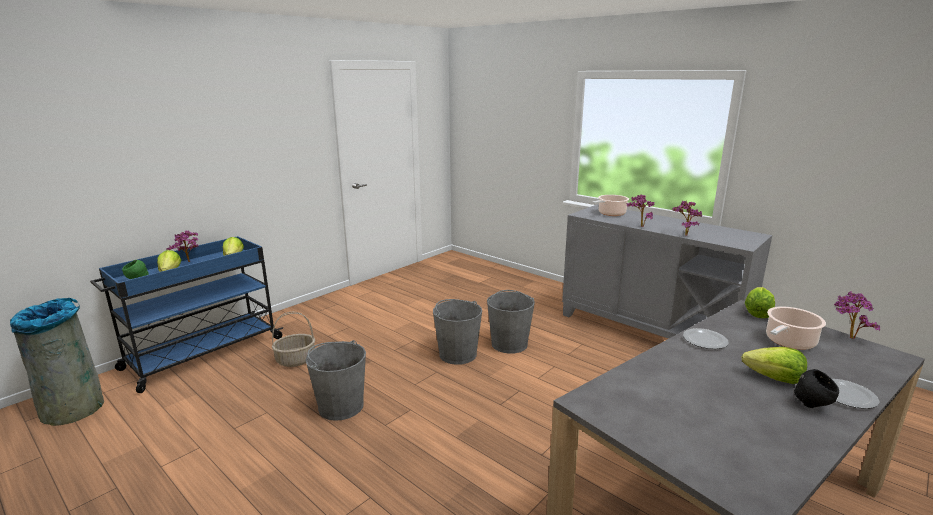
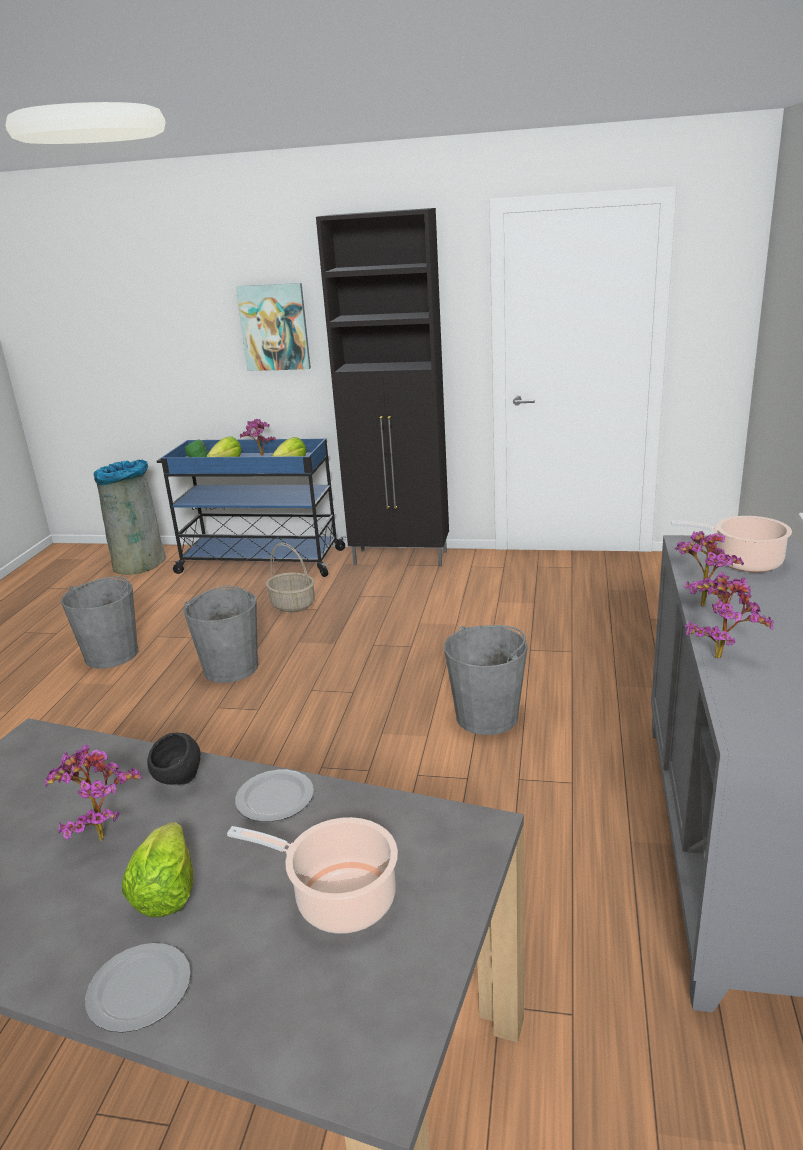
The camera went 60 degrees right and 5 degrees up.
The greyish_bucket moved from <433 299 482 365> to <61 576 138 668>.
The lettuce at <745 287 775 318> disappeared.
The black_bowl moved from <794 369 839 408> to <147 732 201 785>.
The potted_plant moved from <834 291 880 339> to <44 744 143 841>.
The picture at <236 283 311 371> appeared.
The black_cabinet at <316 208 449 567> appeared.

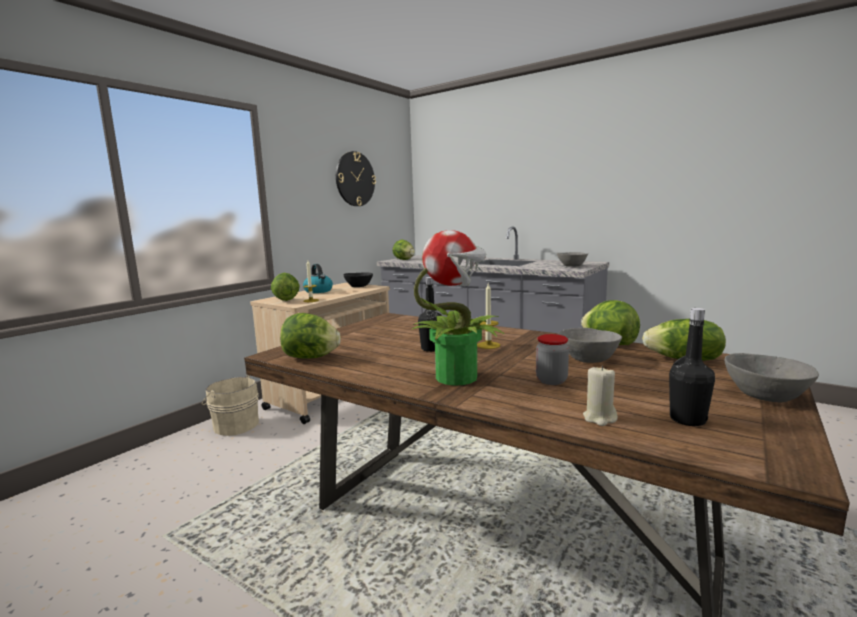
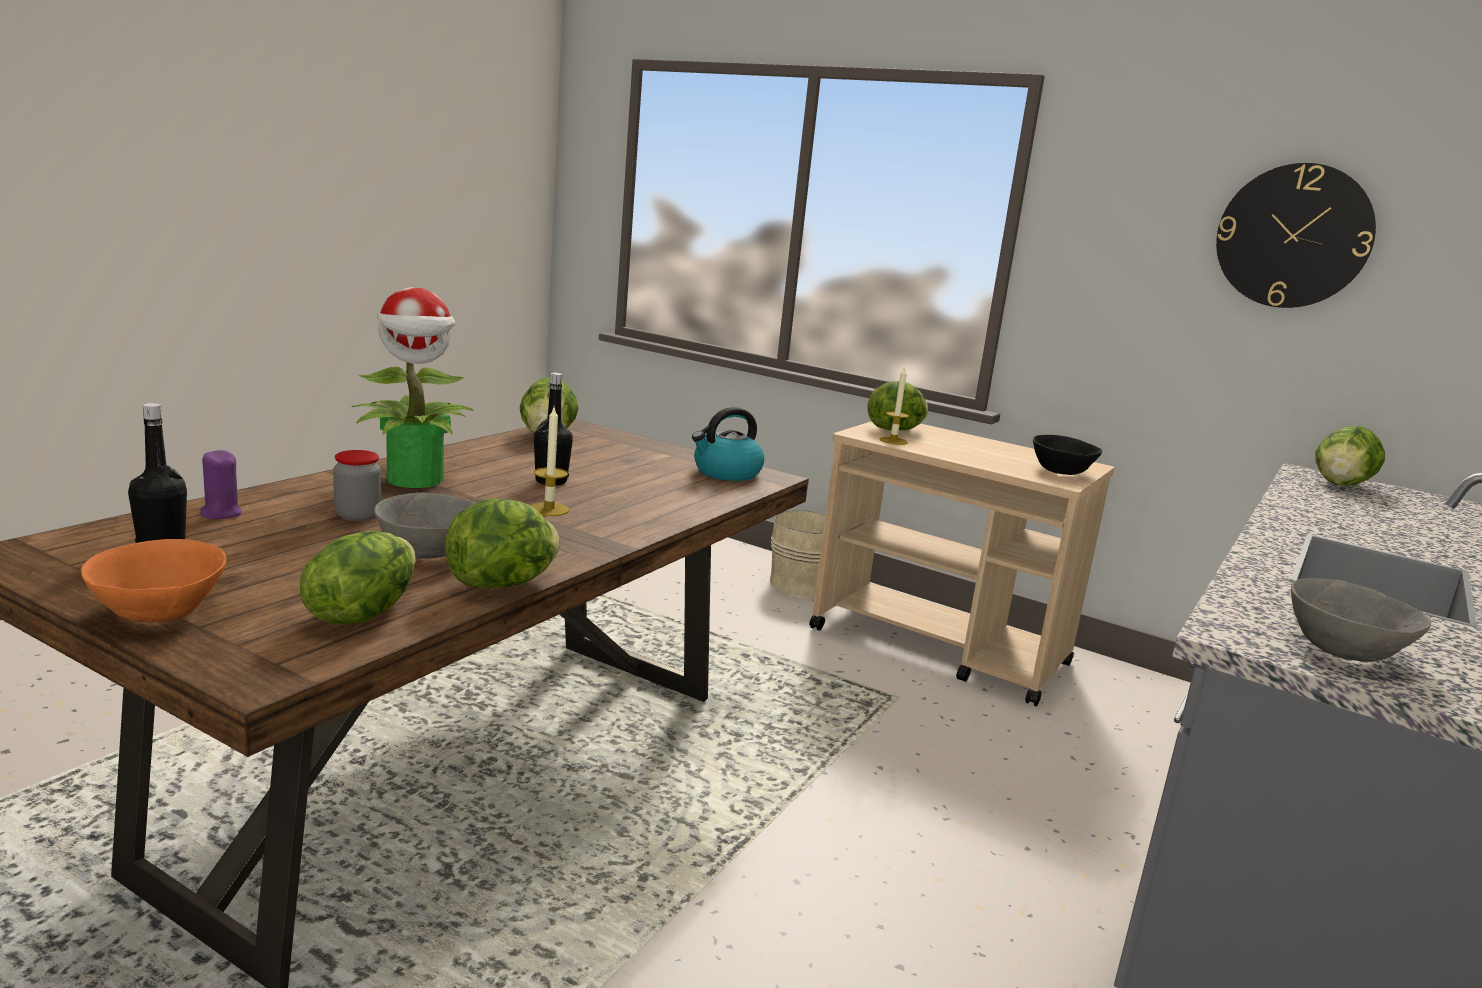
The camera went 85 degrees right and 5 degrees up.
The tea_kettle moved from <303 264 333 293> to <692 407 764 481>.
The beige-coloured_wax_candle at <583 365 618 426> became the purple-coloured_wax_candle at <200 450 242 519>.
The greyish_bowl at <725 353 819 402> became the orange-coloured_bowl at <81 539 226 622>.

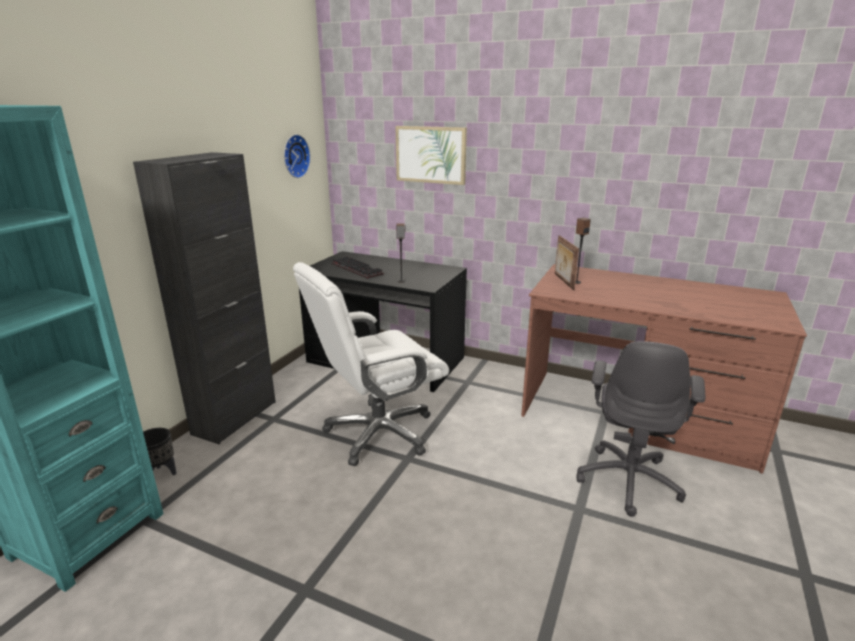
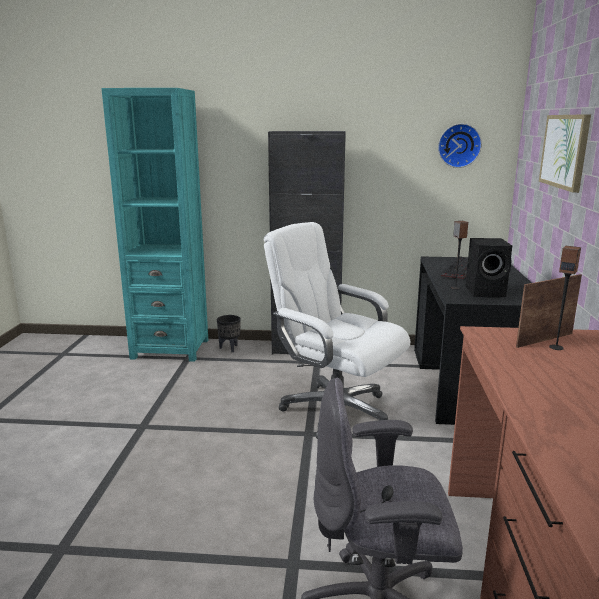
The camera went 70 degrees right and 5 degrees down.
The black_audio_speaker at <465 238 512 297> appeared.

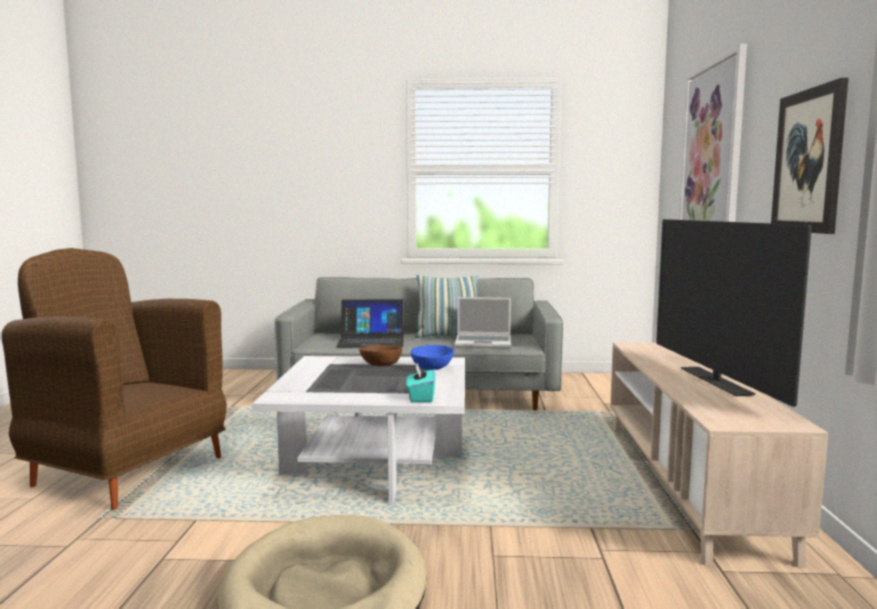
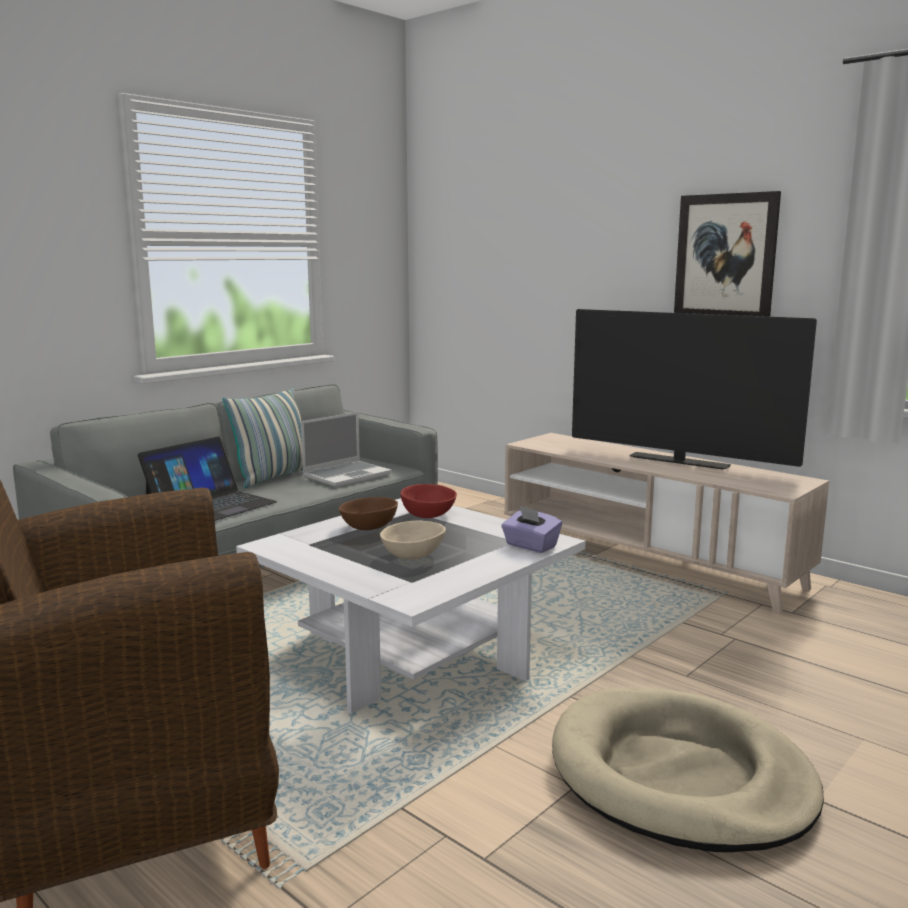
The camera went 50 degrees left and 5 degrees up.
The turquoise_box_of_tissues at <406 363 436 402> became the purple-coloured_box_of_tissues at <501 505 562 553>.
The blue-coloured_bowl at <411 345 454 370> became the red_bowl at <400 484 457 518>.
The picture at <679 43 747 222> disappeared.
The beige-coloured_bowl at <380 520 446 560> appeared.

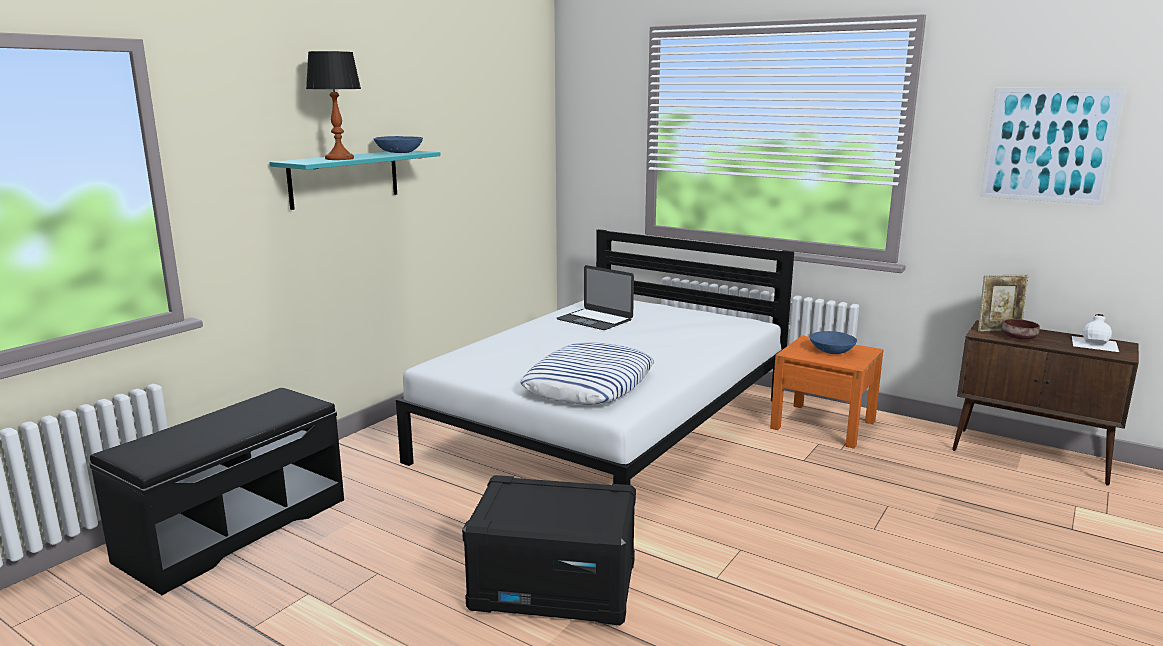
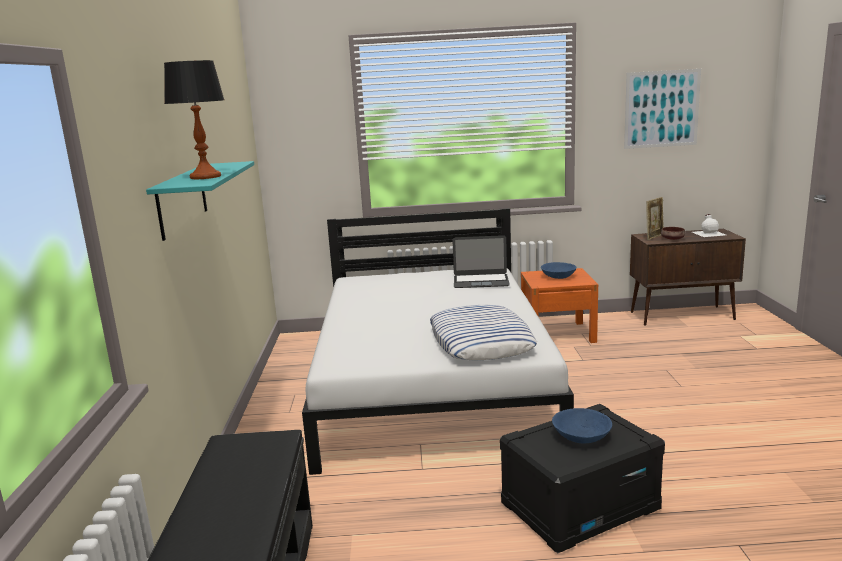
The camera went 35 degrees left and 0 degrees up.
The blue-coloured_bowl moved from <374 136 423 153> to <552 408 612 443>.
The portable_computer moved from <557 265 634 330> to <452 235 510 288>.

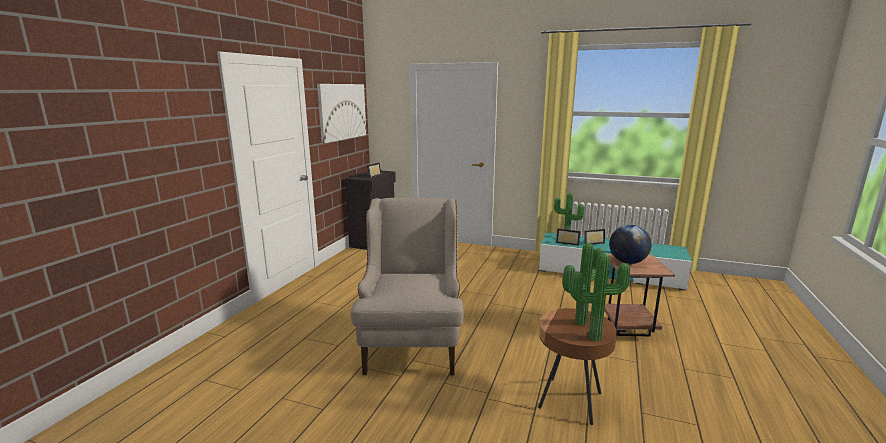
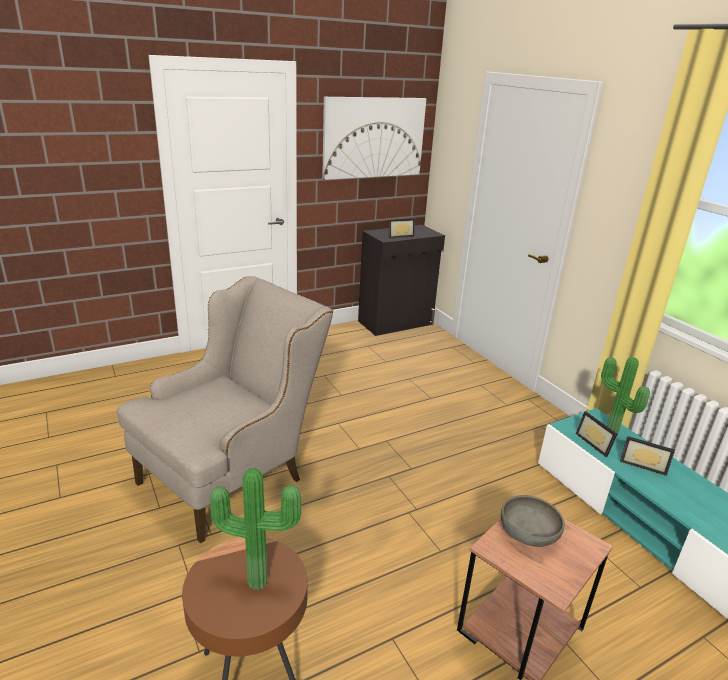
The camera went 40 degrees right and 10 degrees up.
The potted_plant at <570 254 630 341> disappeared.
The world_globe at <609 225 652 264> was replaced by the greyish_bowl at <501 495 564 547>.

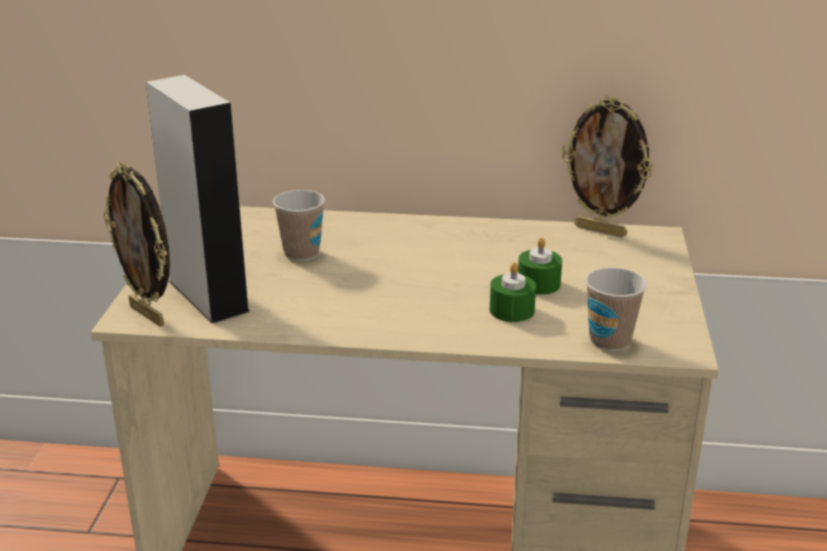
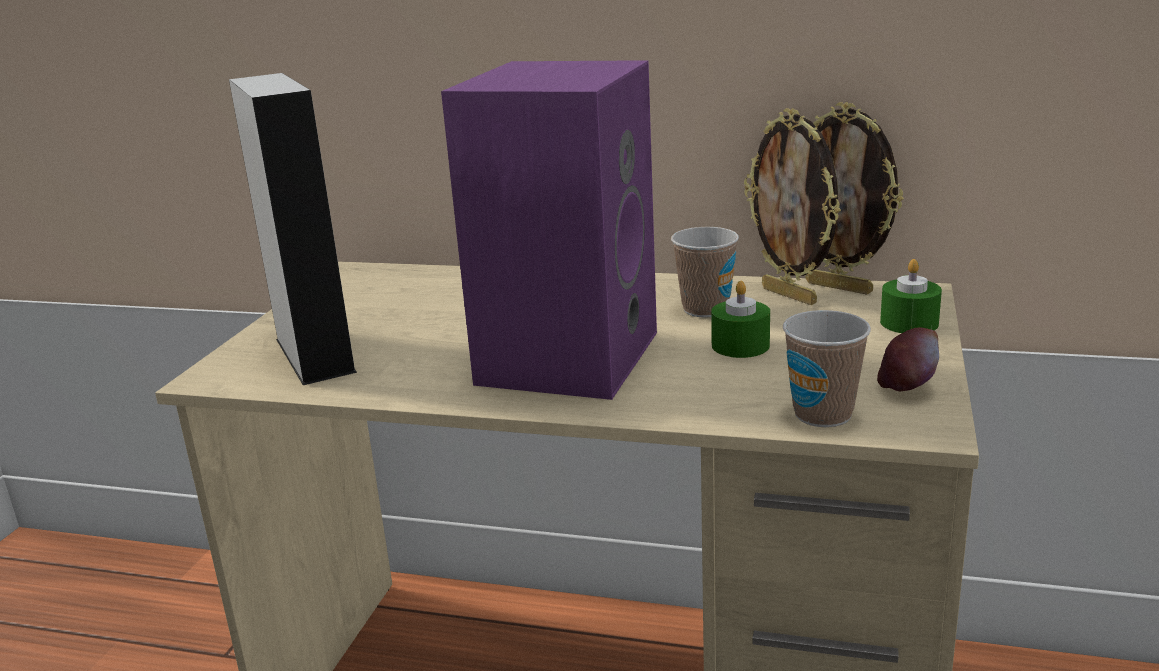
The camera went 10 degrees right and 5 degrees down.
The standing_frame moved from <104 162 170 327> to <744 108 841 305>.
The small_cup moved from <273 190 325 261> to <671 227 739 318>.
The green-coloured_wax_candle moved from <490 262 536 322> to <880 259 942 333>.
The purple-coloured_audio_speaker at <441 60 657 400> appeared.
The whole_apple at <877 328 939 391> appeared.

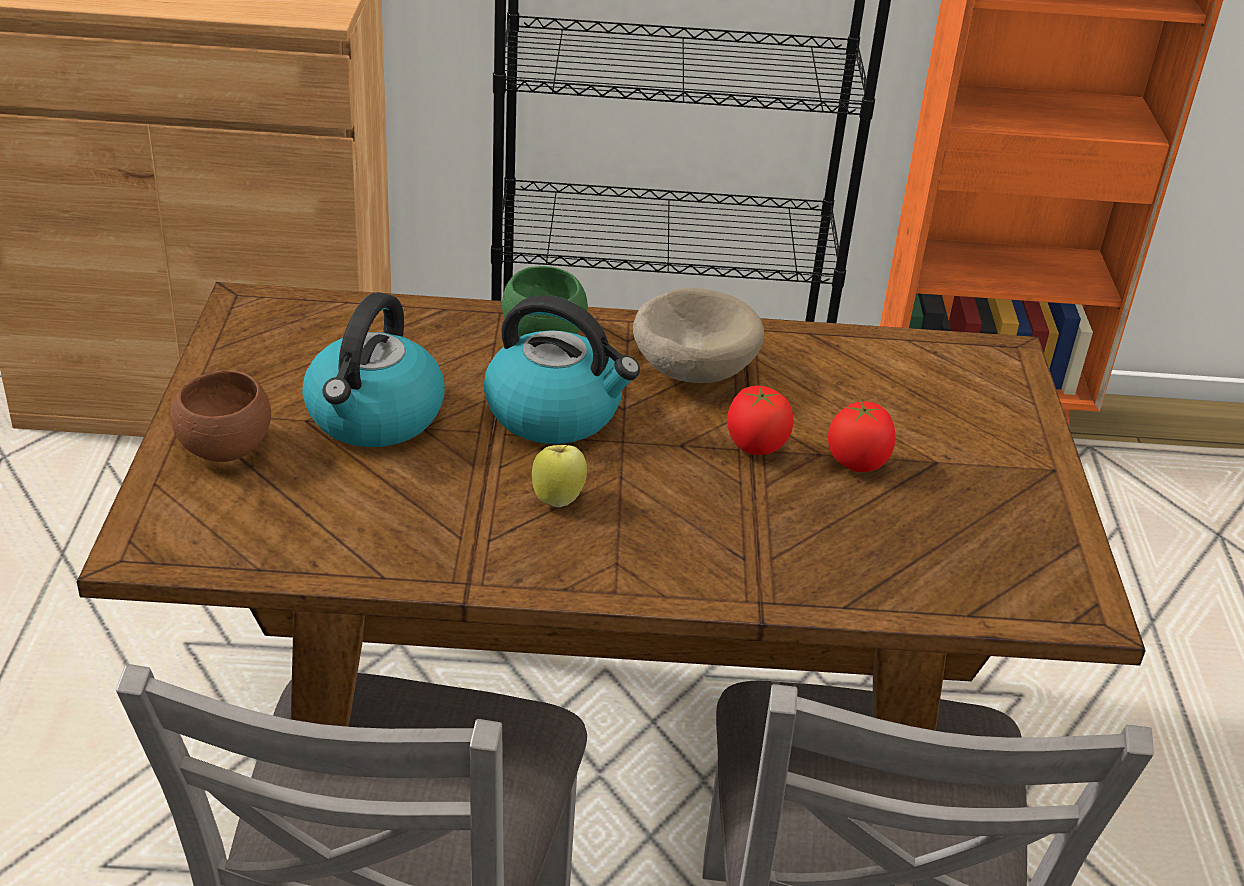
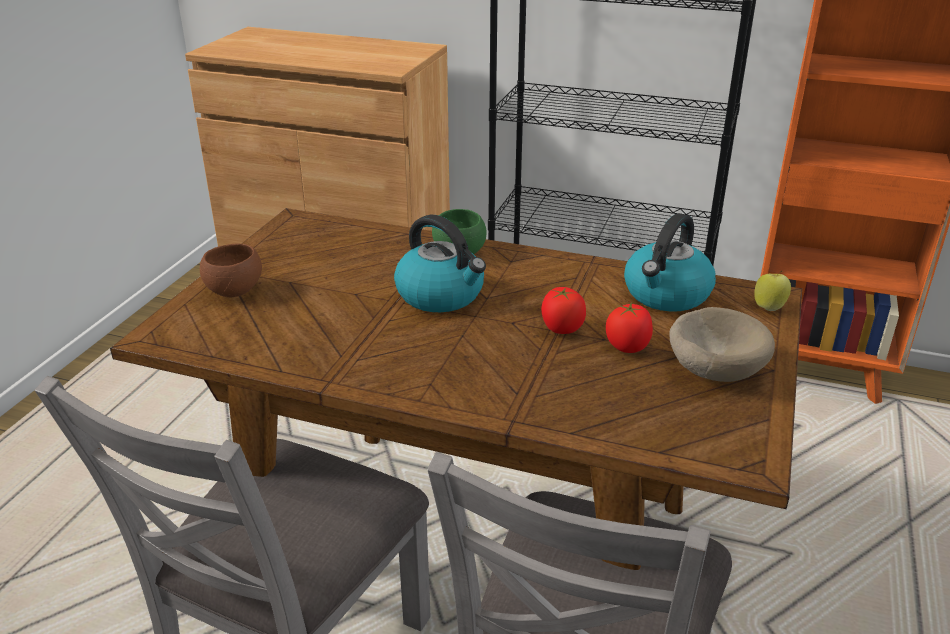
The camera went 20 degrees right and 5 degrees down.
The tea_kettle moved from <302 292 445 447> to <624 213 716 311>.
The whole_apple moved from <532 444 587 507> to <754 271 791 311>.
The beige-coloured_bowl moved from <633 288 764 383> to <669 307 775 382>.

